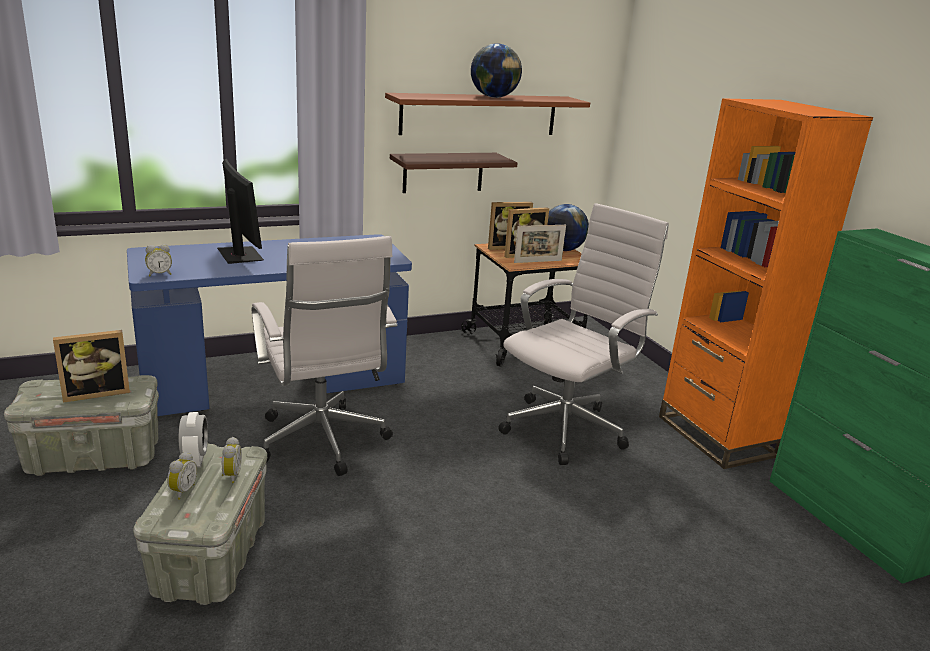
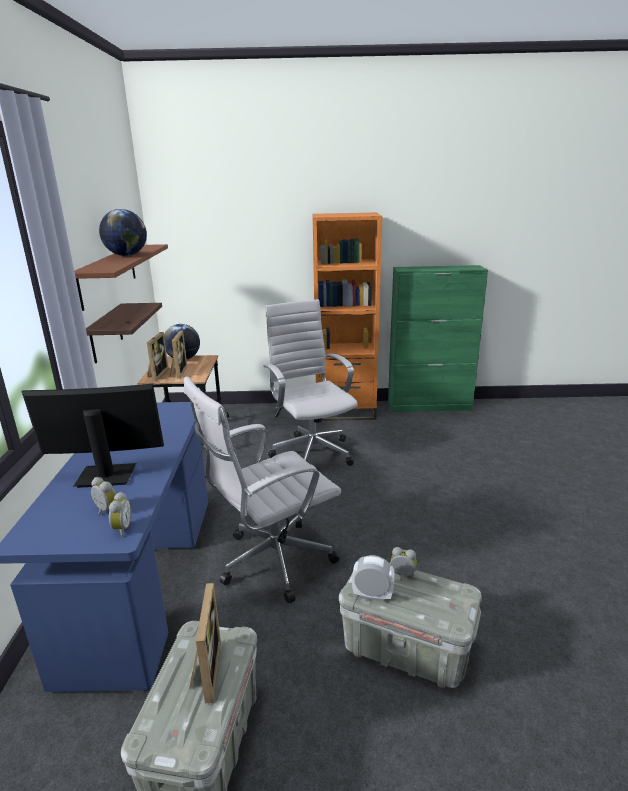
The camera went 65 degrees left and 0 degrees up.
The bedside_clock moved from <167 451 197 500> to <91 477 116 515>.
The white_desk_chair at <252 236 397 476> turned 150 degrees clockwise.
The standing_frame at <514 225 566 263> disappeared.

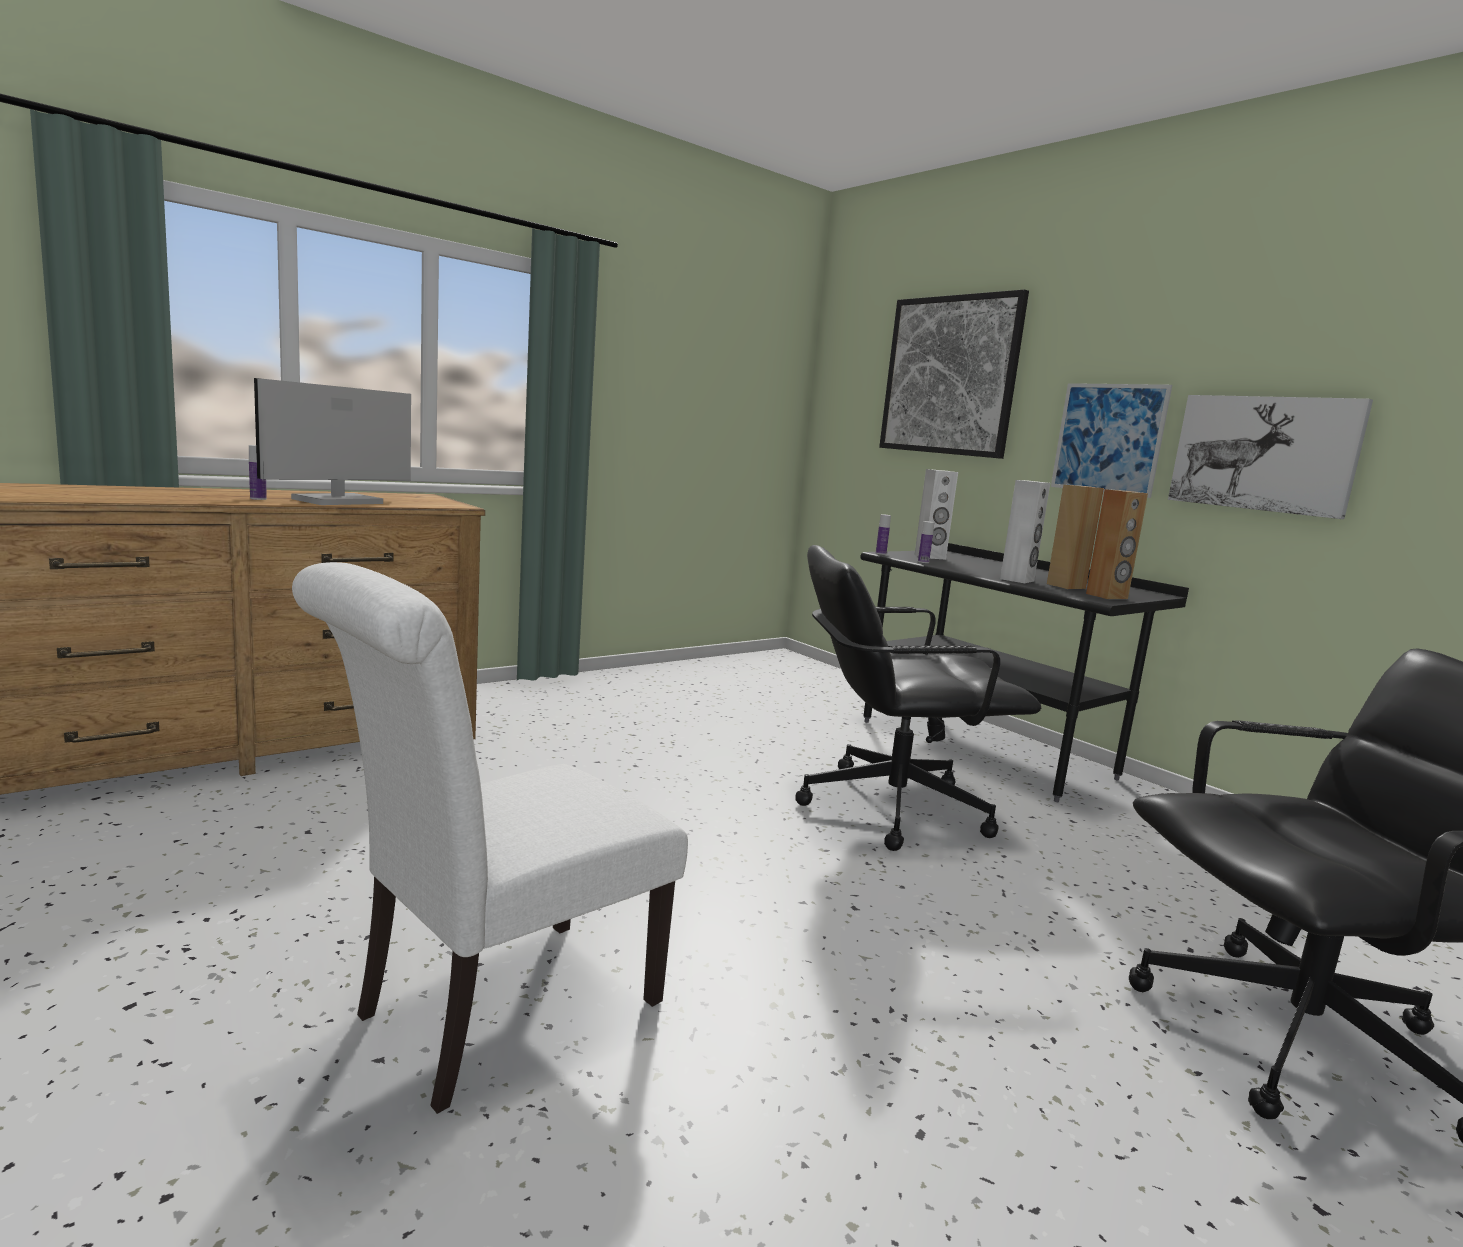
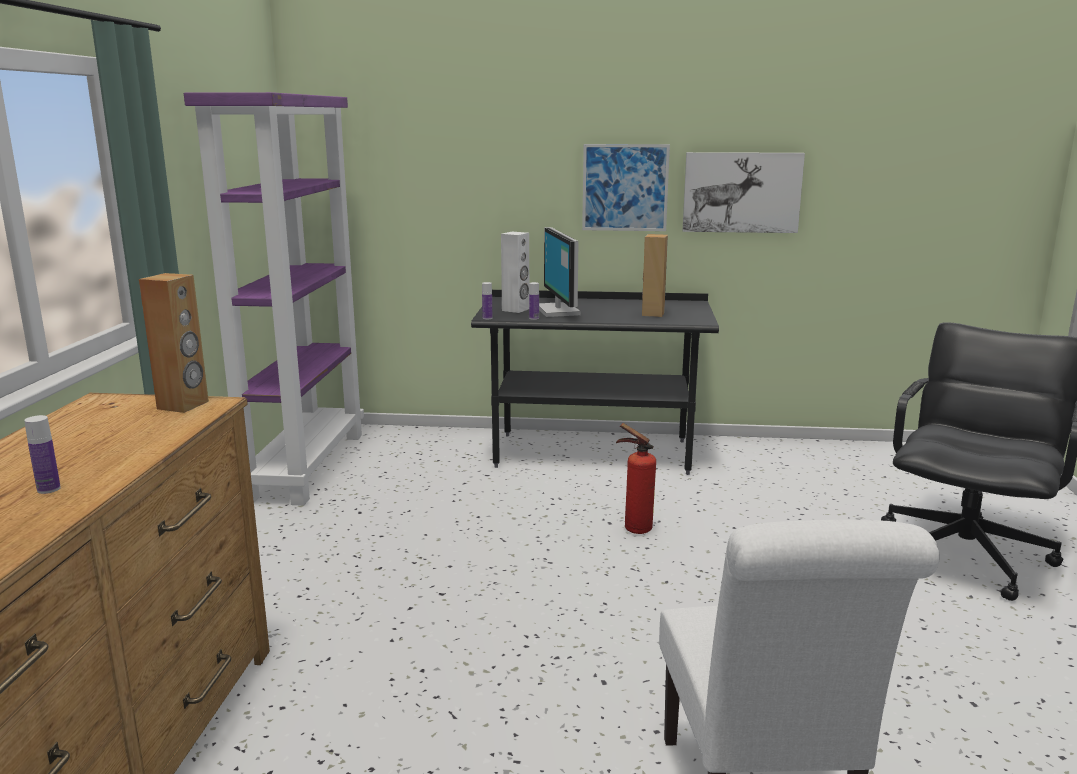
The camera went 45 degrees left and 5 degrees up.
The computer_screen moved from <254 378 411 505> to <539 227 581 317>.
The black_desk_chair at <795 545 1041 851> was replaced by the fire_extinguisher at <616 423 656 534>.
The picture at <879 289 1029 459> disappeared.
The white_audio_speaker at <1000 480 1050 583> disappeared.
The brown-coloured_audio_speaker moved from <1086 489 1148 599> to <139 273 209 413>.
The purple-coloured_bookcase at <184 92 364 506> appeared.

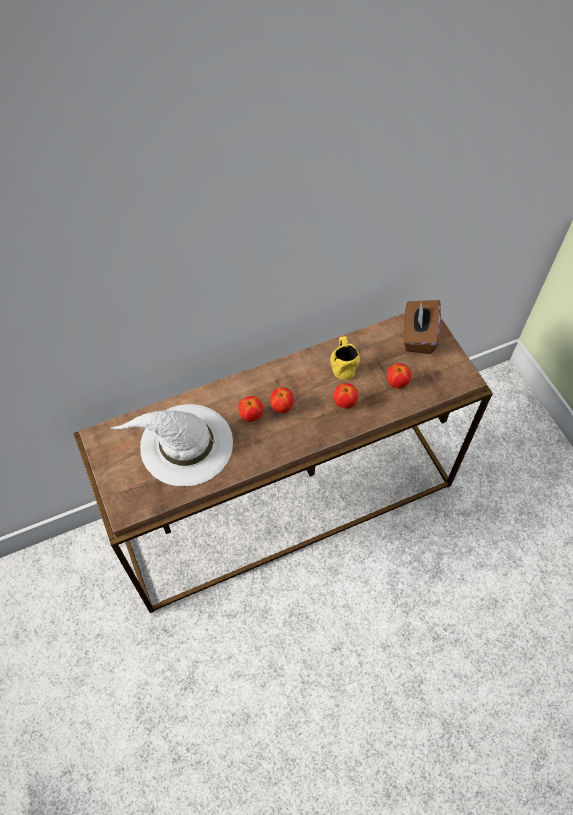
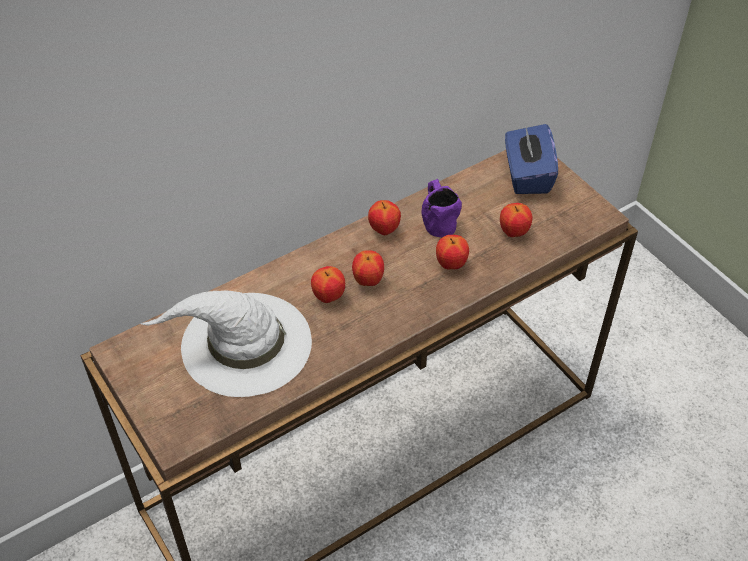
The camera went 10 degrees left and 10 degrees down.
The yellow-coloured_mug at <330 336 360 380> became the purple-coloured_mug at <422 179 462 237>.
The brown-coloured_box_of_tissues at <403 300 441 354> became the blue-coloured_box_of_tissues at <505 124 558 194>.
The whole_apple at <368 200 401 235> appeared.

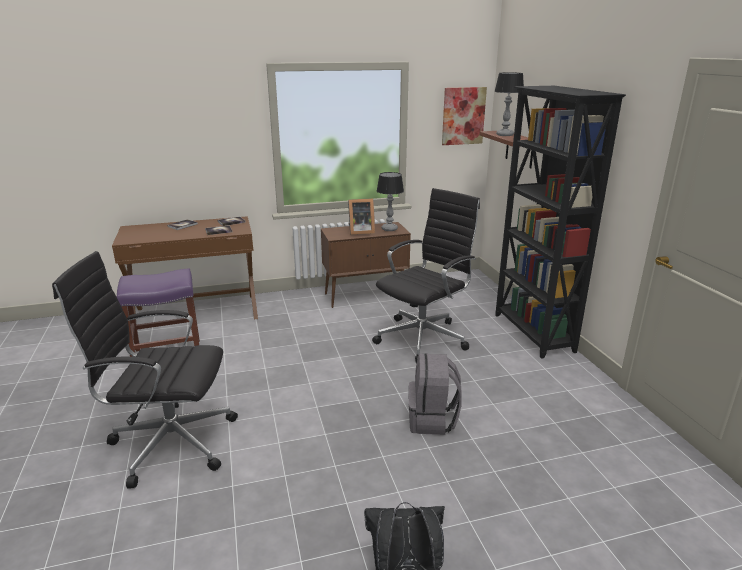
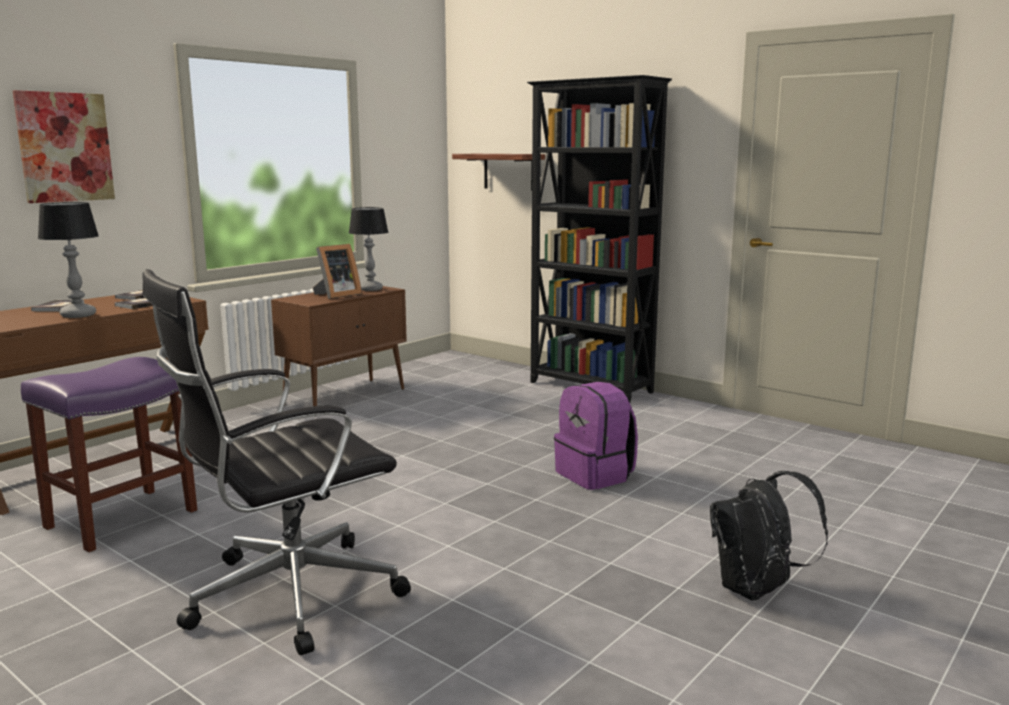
The camera went 35 degrees left and 10 degrees down.
The black_desk_chair at <372 188 480 364> disappeared.
The greyish_knapsack at <409 354 462 435> became the purple-coloured_knapsack at <554 382 638 490>.
The picture moved from <442 87 487 145> to <12 90 115 203>.
The table_lamp moved from <494 72 524 136> to <38 202 99 318>.

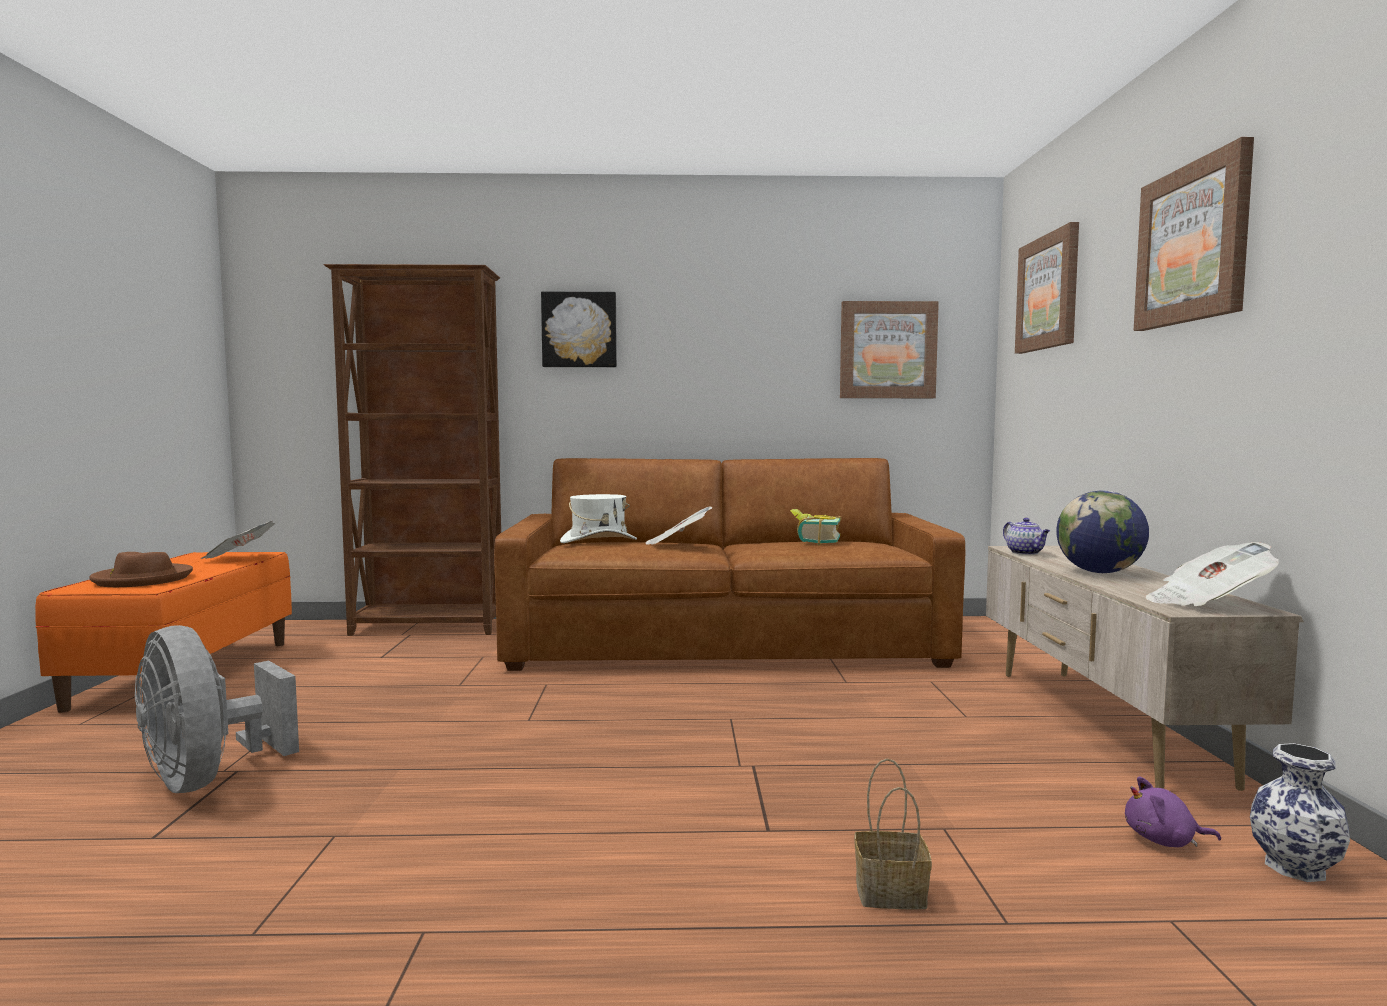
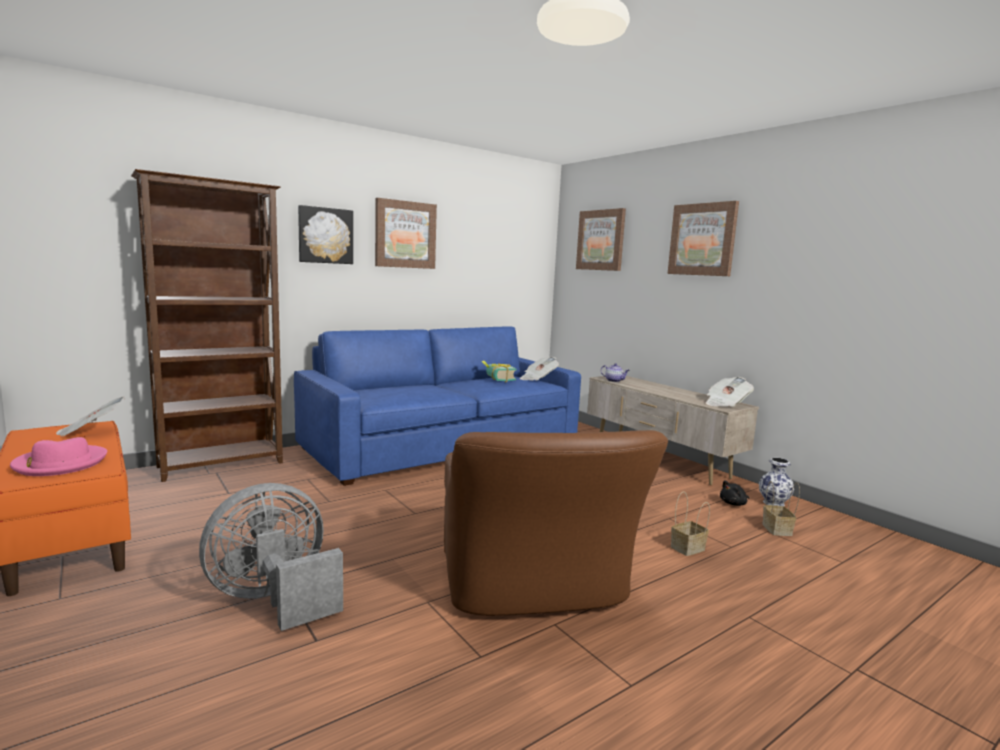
The camera went 35 degrees left and 5 degrees up.
The brown-coloured_hat at <89 552 193 587> became the pink-coloured_hat at <10 437 107 476>.
The greyish_electric_fan at <135 625 299 793> turned 135 degrees clockwise.
The brown-coloured_settee at <494 458 965 671> became the blue-coloured_settee at <294 326 581 486>.
The white_hat at <560 494 637 543> disappeared.
The daily_paper moved from <645 506 712 545> to <520 357 559 381>.
The picture moved from <840 301 939 398> to <375 198 437 269>.
The world_globe at <1056 491 1149 573> disappeared.
The purple-coloured_soft_toy at <1125 776 1221 847> became the black_soft_toy at <720 480 750 506>.
The brown-coloured_easy_chair at <444 430 668 616> appeared.
The basket at <762 481 800 536> appeared.

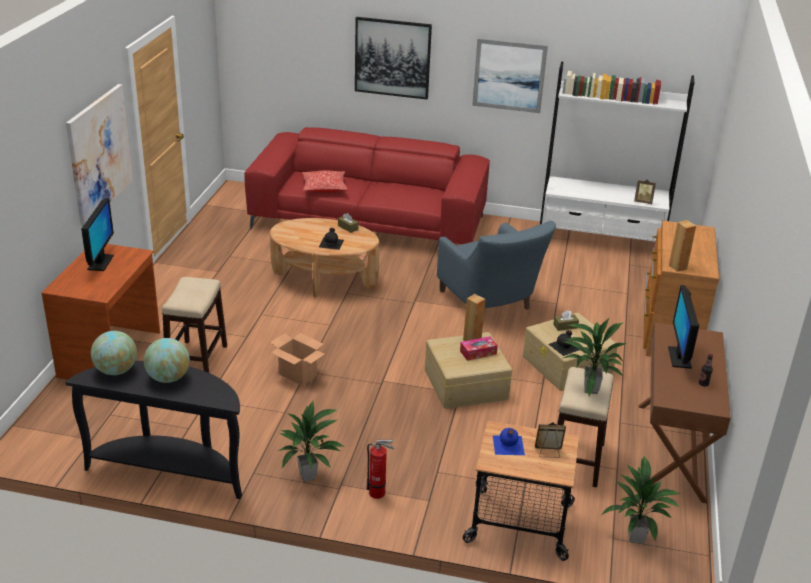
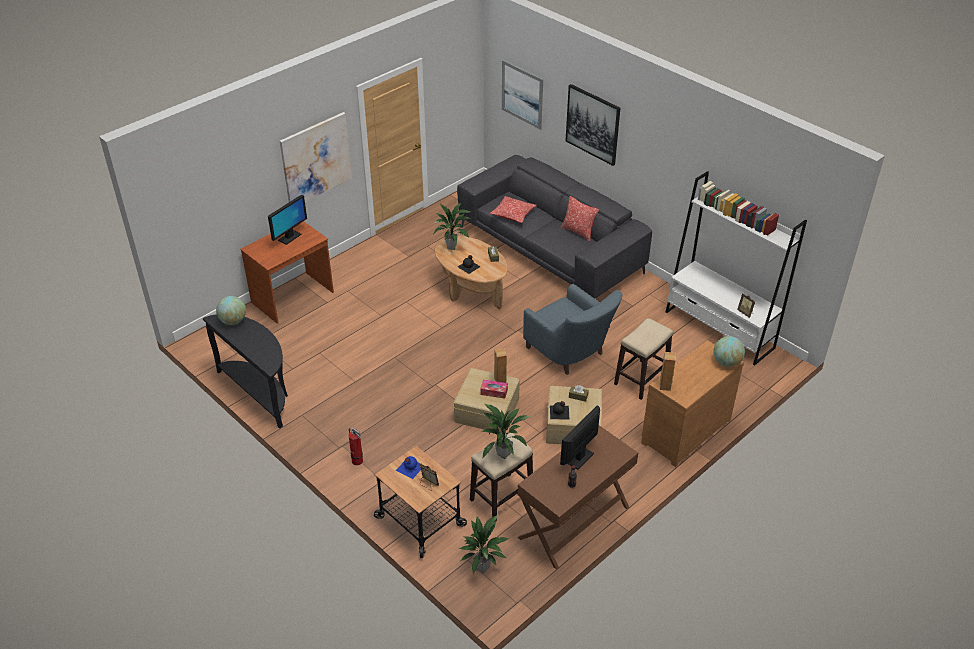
The camera went 35 degrees right and 10 degrees up.
The world_globe moved from <144 338 190 383> to <714 336 745 367>.
The sitting_stool moved from <162 277 227 373> to <614 318 673 400>.
The red_settee at <244 127 490 244> became the greyish_settee at <457 155 652 299>.
The carton at <270 333 325 386> disappeared.
The potted_plant moved from <278 401 345 482> to <432 203 472 250>.
The blue-coloured_easy_chair at <437 221 556 310> turned 45 degrees counterclockwise.
The picture moved from <472 38 548 113> to <502 60 543 130>.
The throw_pillow at <561 196 599 242> appeared.

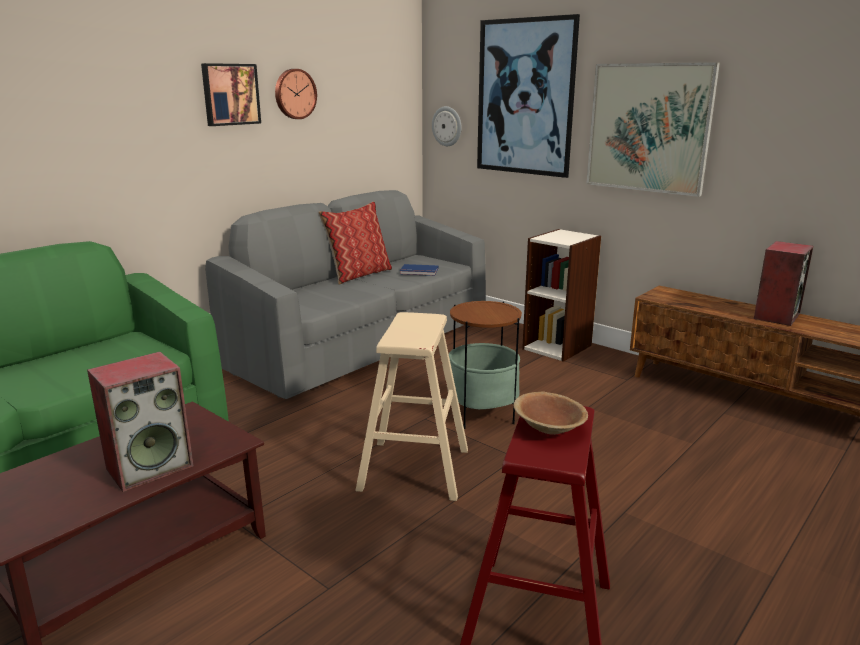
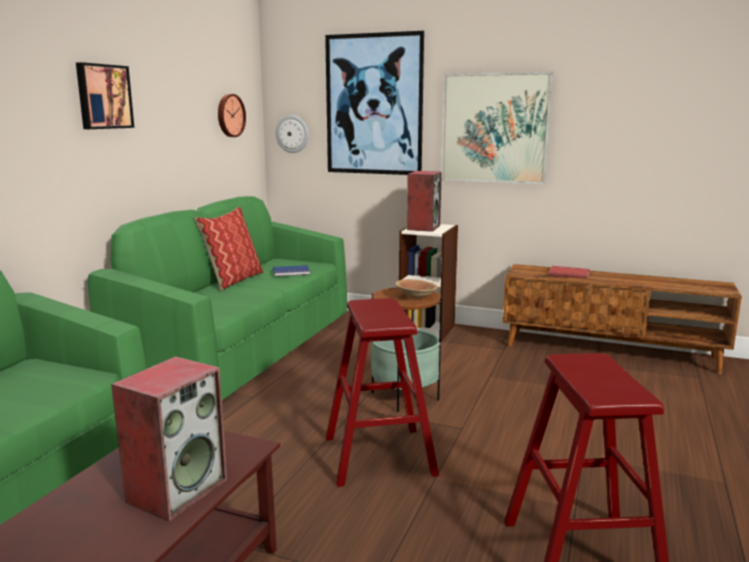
The camera went 20 degrees left and 5 degrees down.
The greyish_settee at <205 190 486 399> became the green-coloured_settee at <87 196 347 400>.
The wall_clock moved from <275 69 317 119> to <218 94 246 137>.
The beige-coloured_sitting_stool at <355 312 468 501> became the red_sitting_stool at <326 298 439 487>.
The brown-coloured_bowl moved from <513 391 588 435> to <395 279 438 299>.
The audio_speaker moved from <754 241 813 326> to <407 171 442 232>.
The red_book at <549 266 590 279> appeared.

